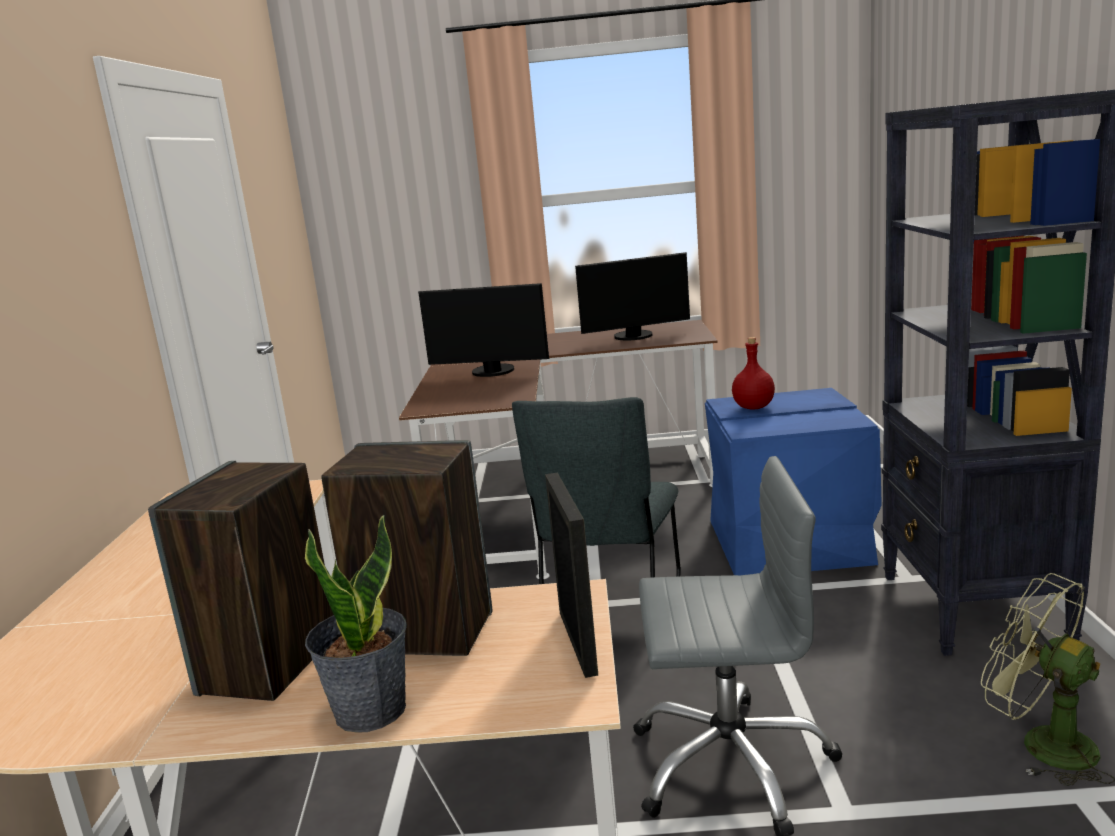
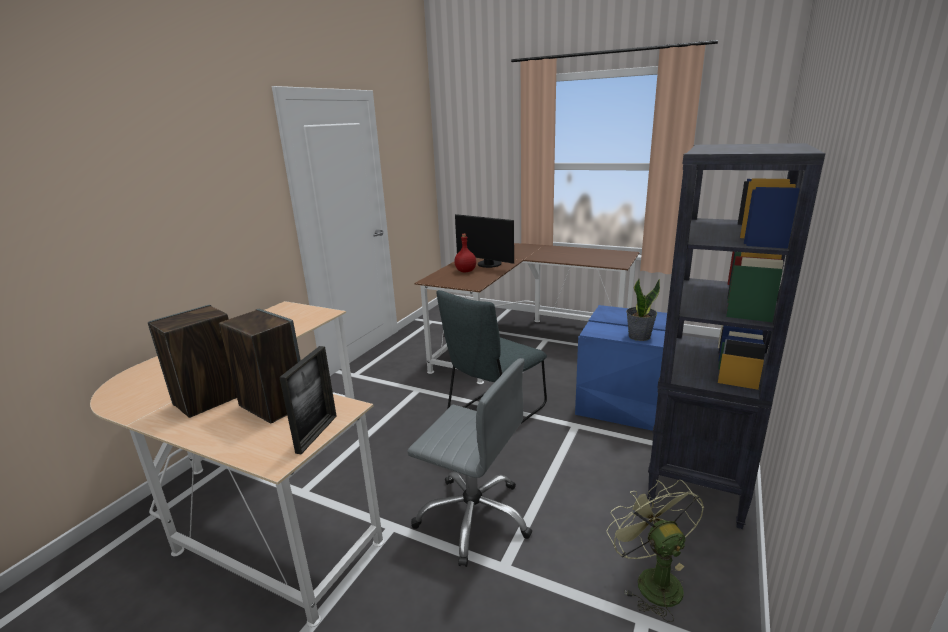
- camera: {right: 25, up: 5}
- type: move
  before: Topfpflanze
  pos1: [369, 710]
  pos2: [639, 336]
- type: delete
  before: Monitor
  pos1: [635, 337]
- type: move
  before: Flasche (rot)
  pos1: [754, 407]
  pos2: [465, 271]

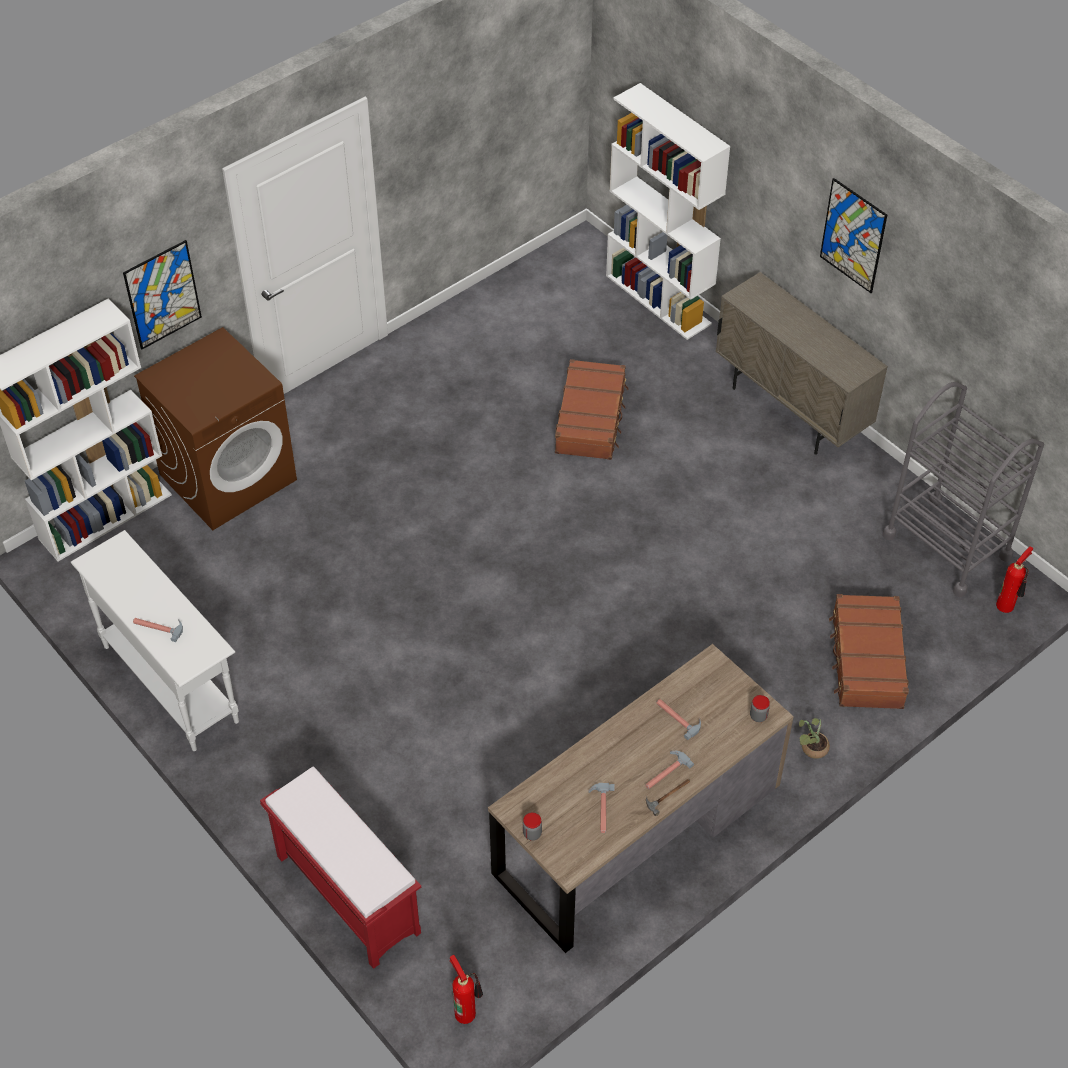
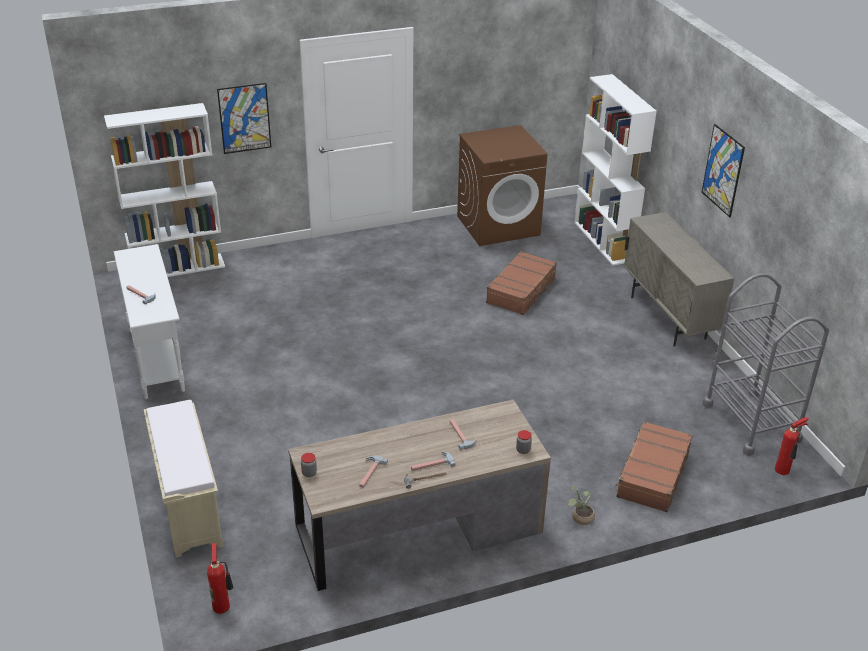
- camera: {right: 20, up: -15}
- type: move
  before: Waschmaschine (braun)
  pos1: [228, 476]
  pos2: [498, 225]
- type: recolor
  before: Bank (rot)
  after: Bank (beige)
  pos1: [346, 893]
  pos2: [187, 507]

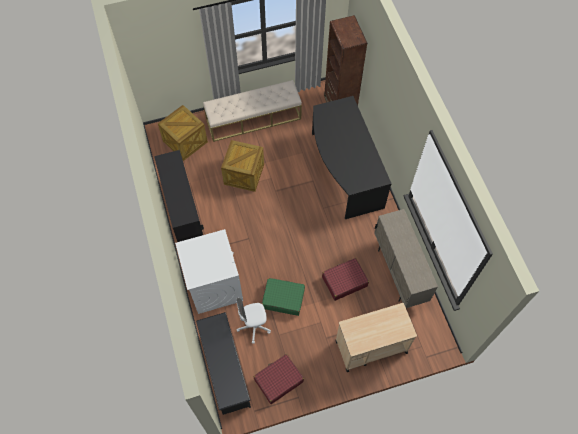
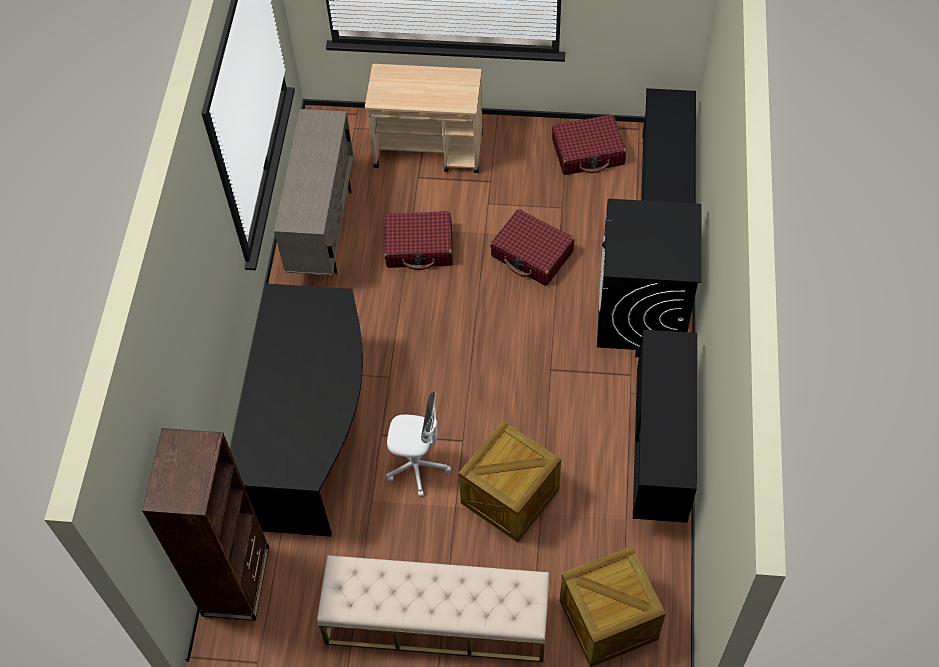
- camera: {right: -155, up: -5}
- type: recolor
  before: Waschmaschine (weiß)
  after: Waschmaschine (schwarz)
  pos1: [214, 285]
  pos2: [641, 313]
- type: move
  before: Bürostuhl (weiß)
  pos1: [254, 326]
  pos2: [417, 467]
- type: recolor
  before: Koffer (grün)
  after: Koffer (rot)
  pos1: [283, 299]
  pos2: [532, 254]

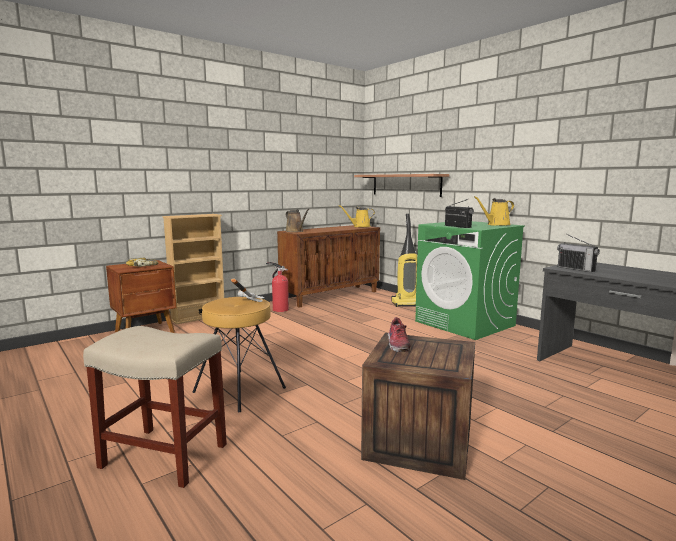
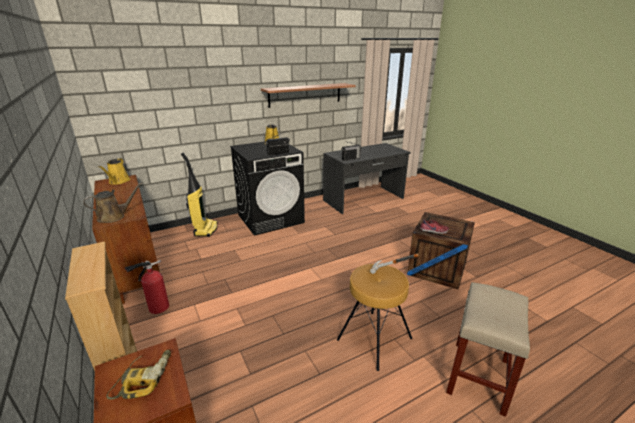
- camera: {right: -80, up: 15}
- type: move
  before: Wandregal
  pos1: [405, 185]
  pos2: [305, 95]
- type: recolor
  before: Waschmaschine (grün)
  after: Waschmaschine (schwarz)
  pos1: [465, 323]
  pos2: [271, 218]

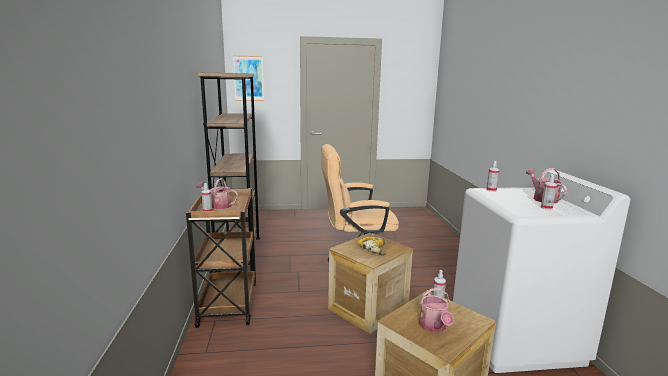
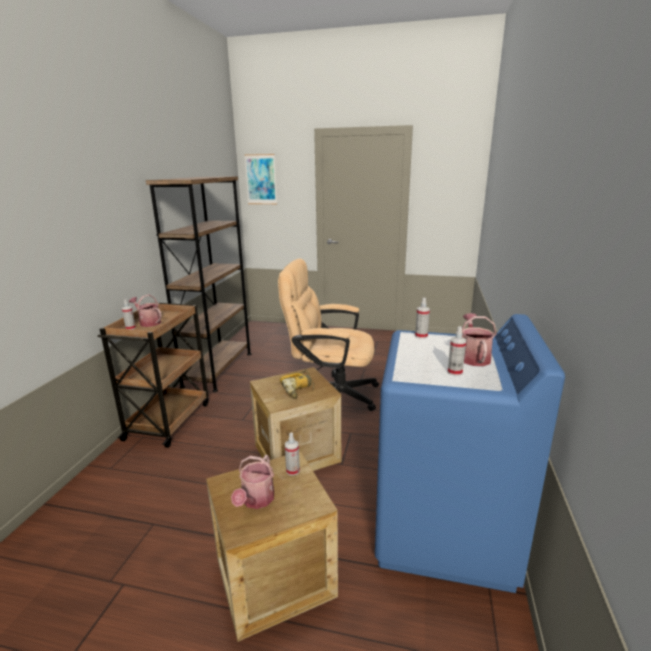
- camera: {right: 20, up: 5}
- type: recolor
  before: Waschmaschine (weiß)
  after: Waschmaschine (blau)
  pos1: [515, 338]
  pos2: [443, 528]

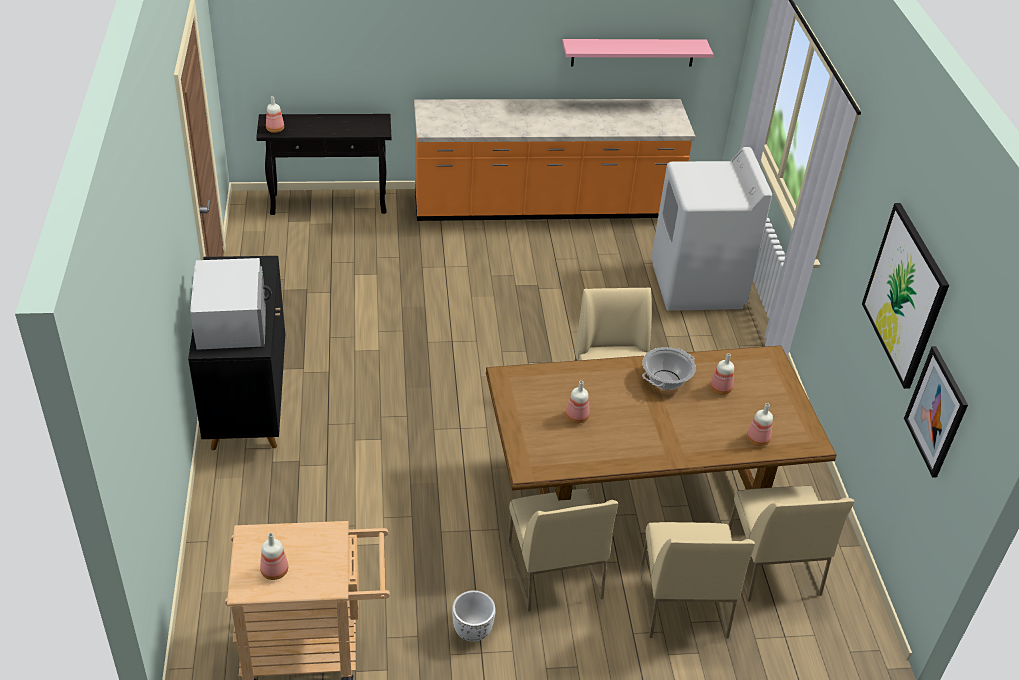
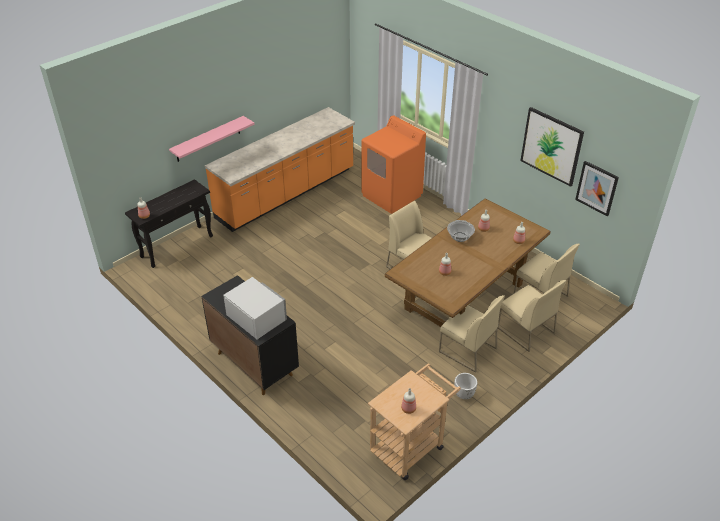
- camera: {right: -35, up: 0}
- type: move
  before: Wandregal (rosa)
  pos1: [633, 52]
  pos2: [208, 139]
- type: recolor
  before: Waschmaschine (weiß)
  after: Waschmaschine (orange)
  pos1: [697, 285]
  pos2: [392, 196]

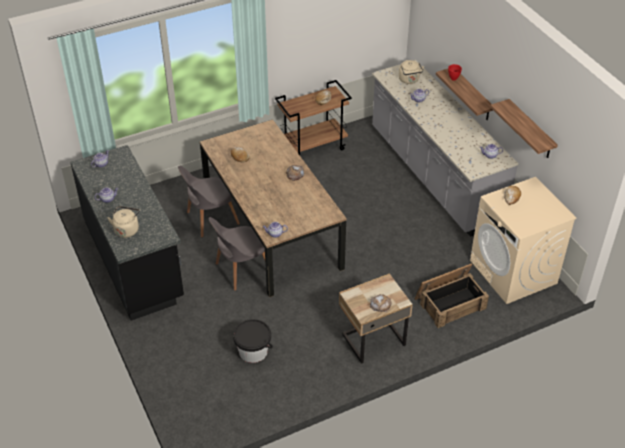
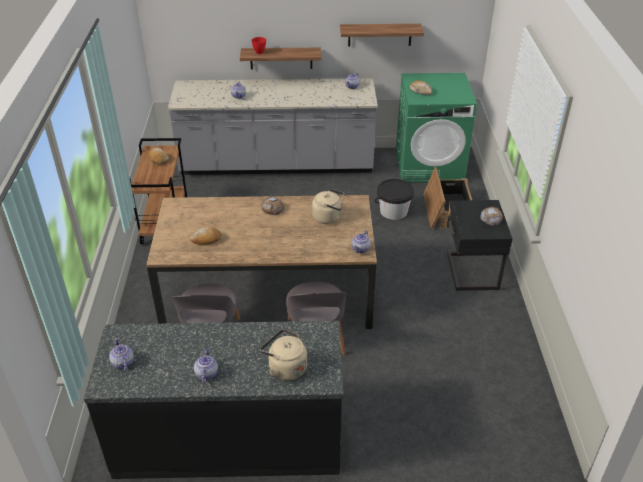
- camera: {right: -65, up: -5}
- type: move
  before: Eimer (schwarz)
  pos1: [253, 351]
  pos2: [393, 211]
- type: recolor
  before: Nachttisch (beige)
  after: Nachttisch (schwarz)
  pos1: [372, 339]
  pos2: [470, 272]
- type: move
  before: Wasserkessel (beige)
  pos1: [409, 80]
  pos2: [328, 217]
- type: recolor
  before: Waschmaschine (beige)
  after: Waschmaschine (grün)
  pos1: [513, 272]
  pos2: [429, 165]

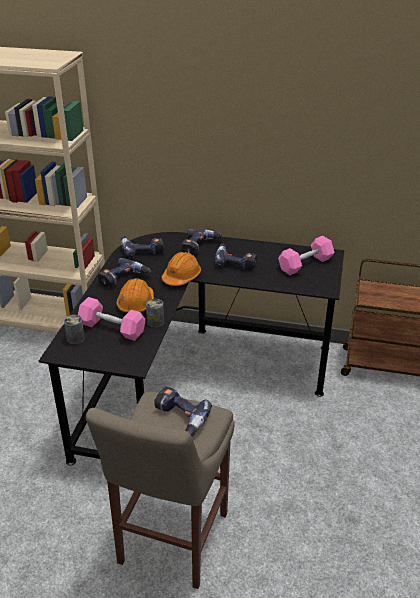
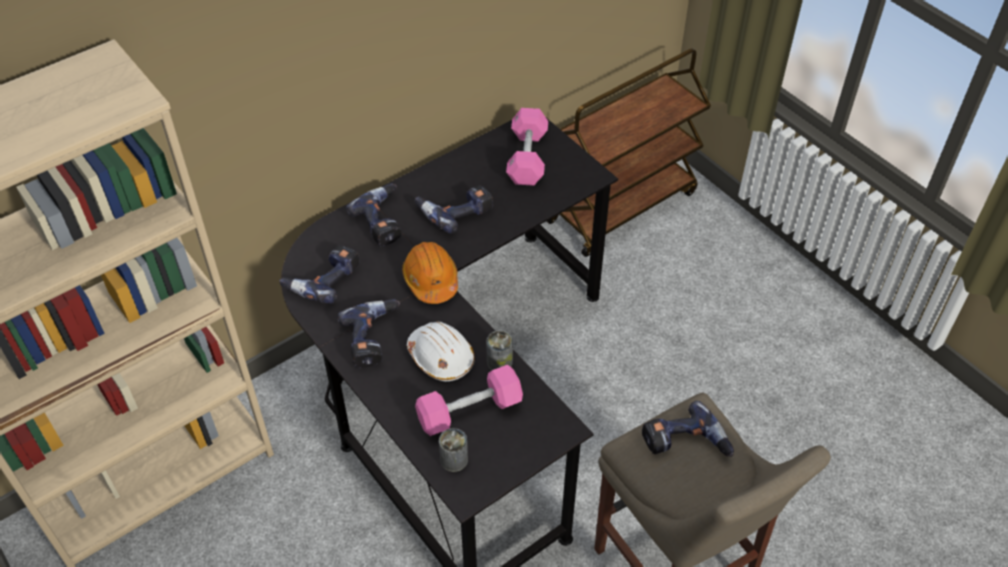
- camera: {right: -50, up: 15}
- type: recolor
  before: Schutzhelm (orange)
  after: Schutzhelm (weiß)
  pos1: [136, 303]
  pos2: [441, 357]

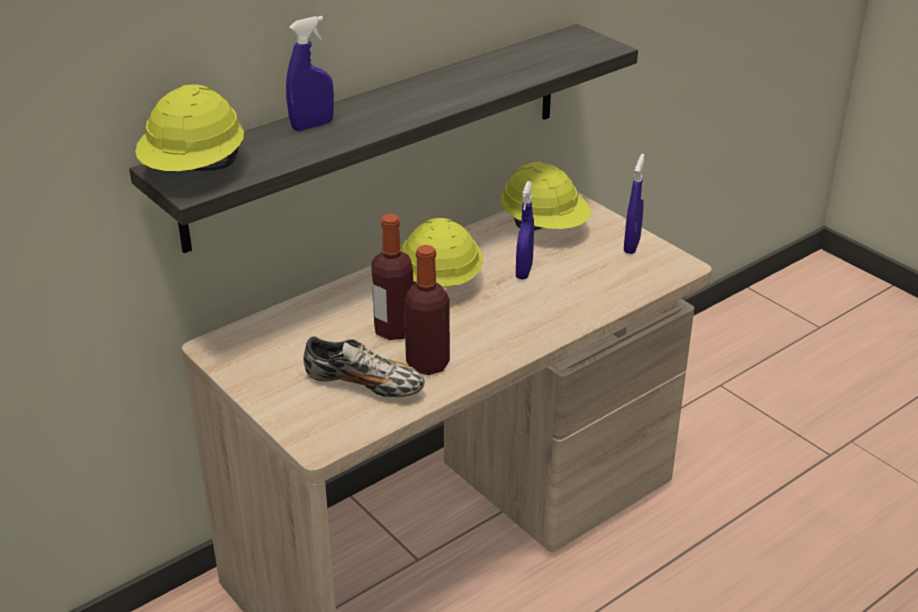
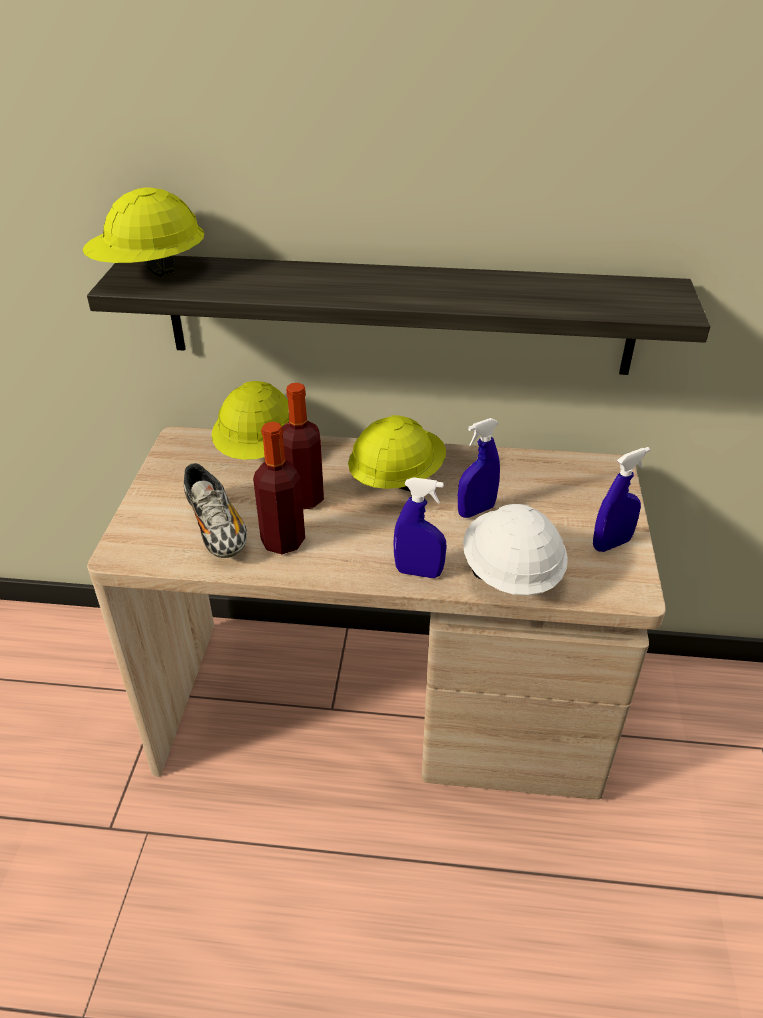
- camera: {right: 45, up: 5}
- type: move
  before: Sprühflasche (blau)
  pos1: [312, 126]
  pos2: [418, 572]
- type: move
  before: Schutzhelm (gelb)
  pos1: [544, 227]
  pos2: [258, 451]
- type: insert
  after: Schutzhelm (weiß)
  pos2: [510, 574]

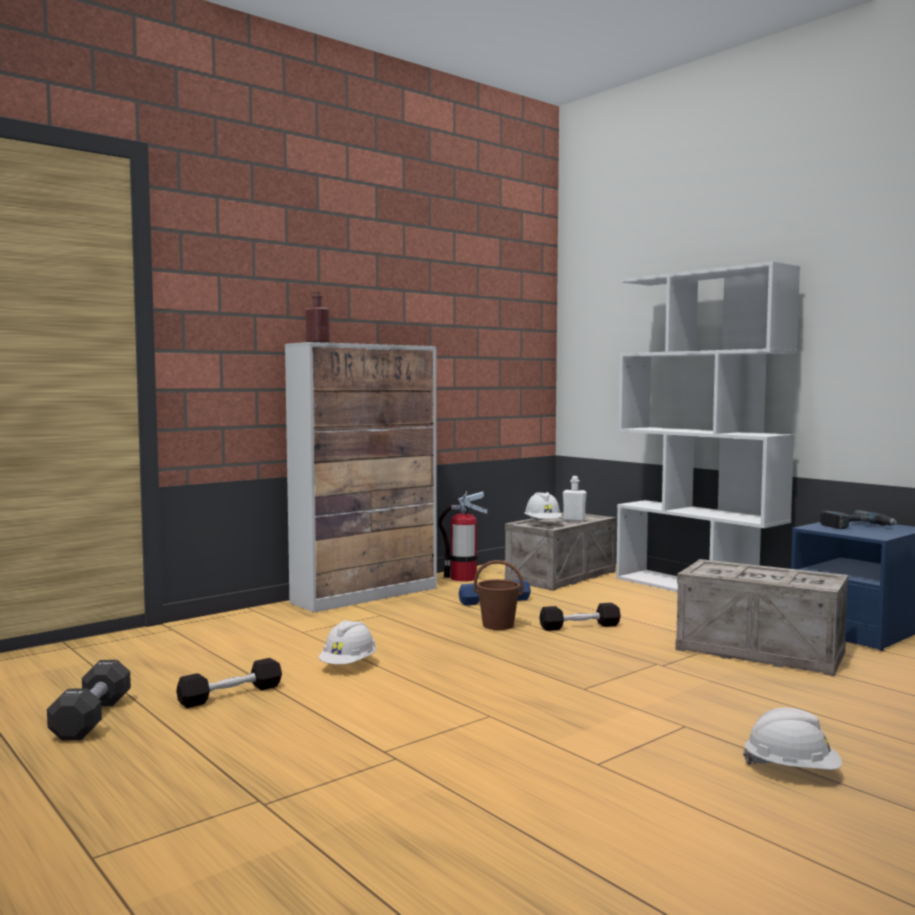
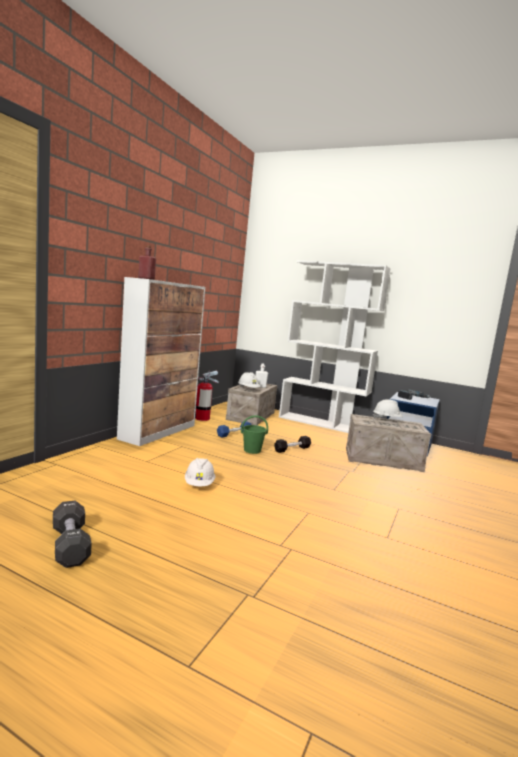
- camera: {right: -25, up: 5}
- type: delete
  before: Hantel (schwarz)
  pos1: [230, 695]
- type: recolor
  before: Eimer (braun)
  after: Eimer (grün)
  pos1: [498, 625]
  pos2: [252, 450]
- type: move
  before: Schutzhelm (weiß)
  pos1: [792, 770]
  pos2: [387, 419]

